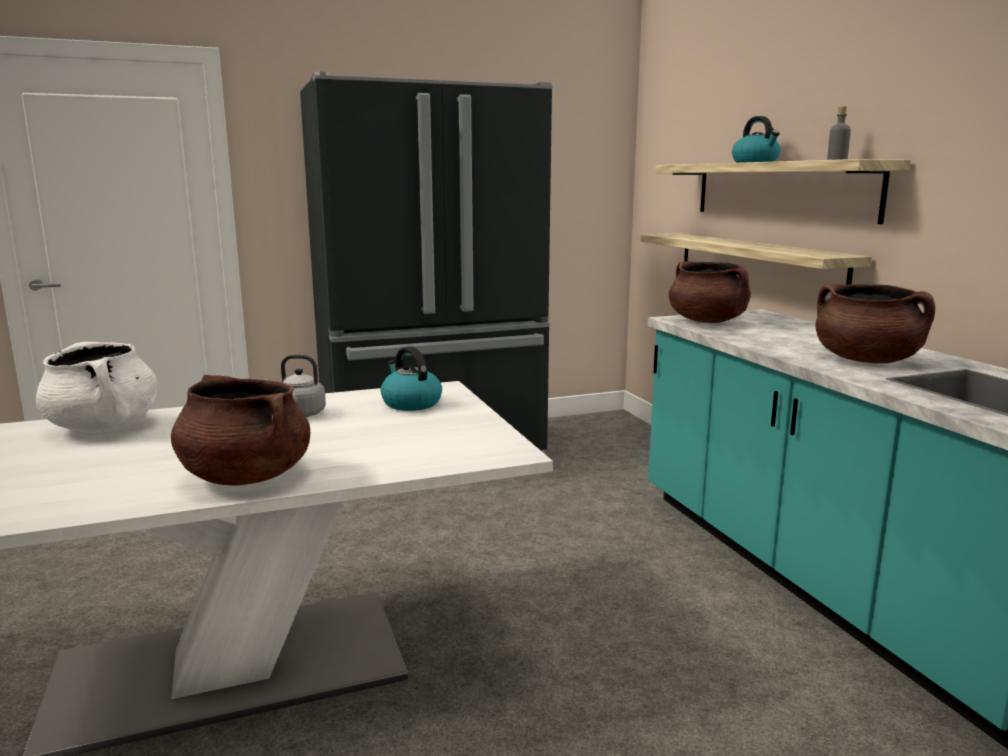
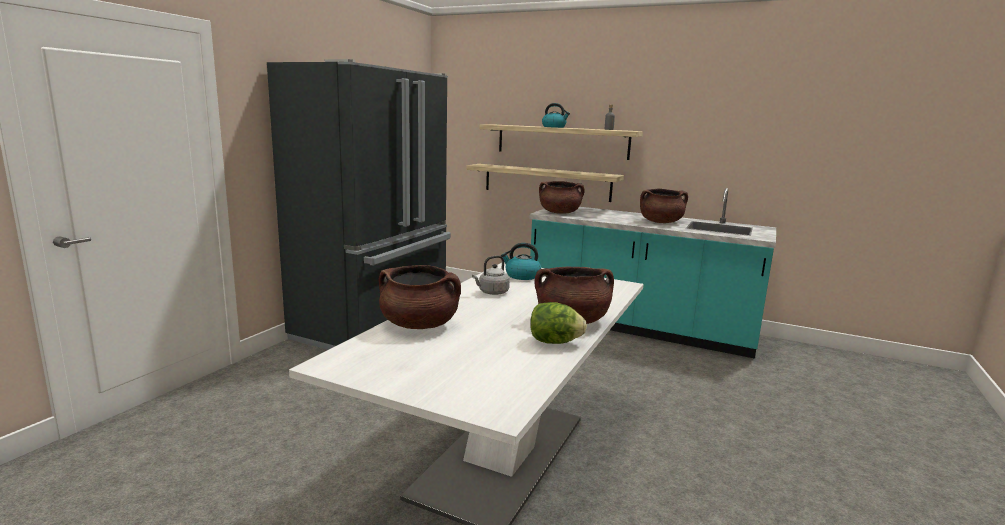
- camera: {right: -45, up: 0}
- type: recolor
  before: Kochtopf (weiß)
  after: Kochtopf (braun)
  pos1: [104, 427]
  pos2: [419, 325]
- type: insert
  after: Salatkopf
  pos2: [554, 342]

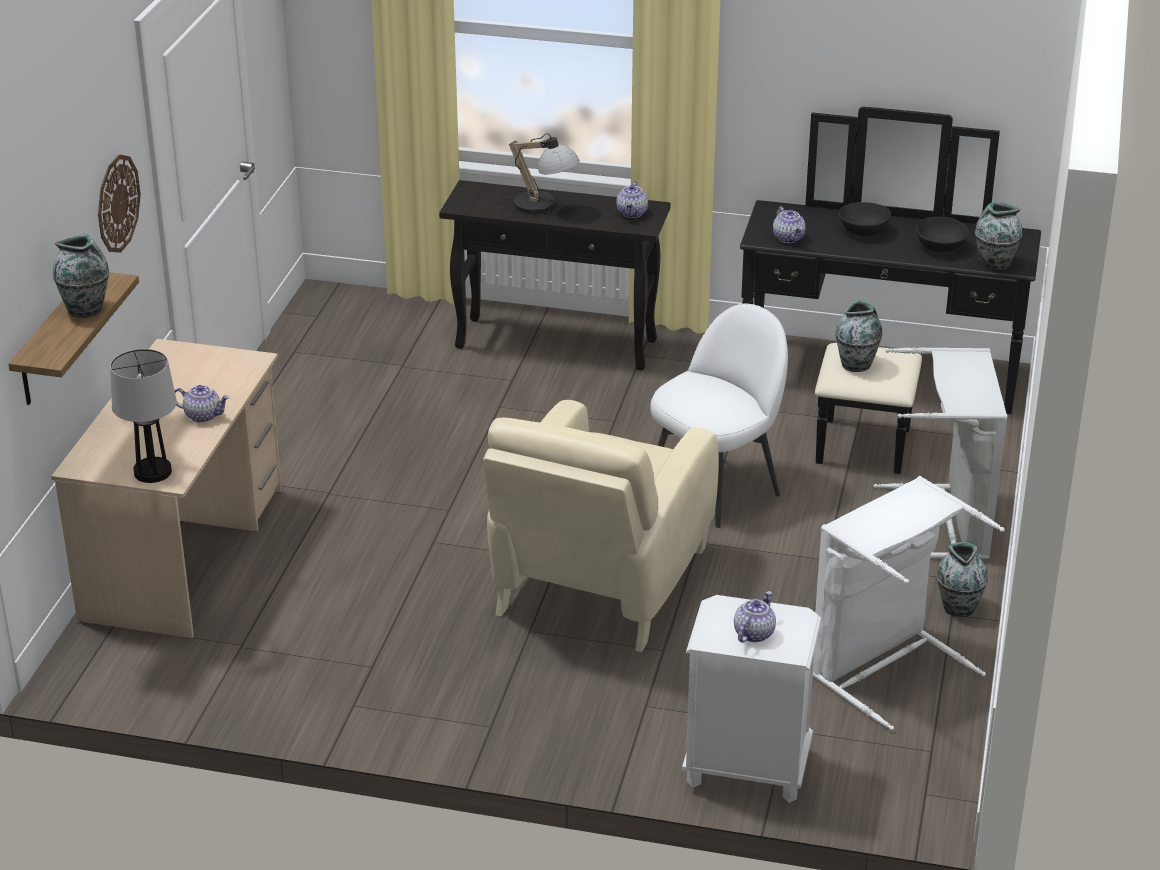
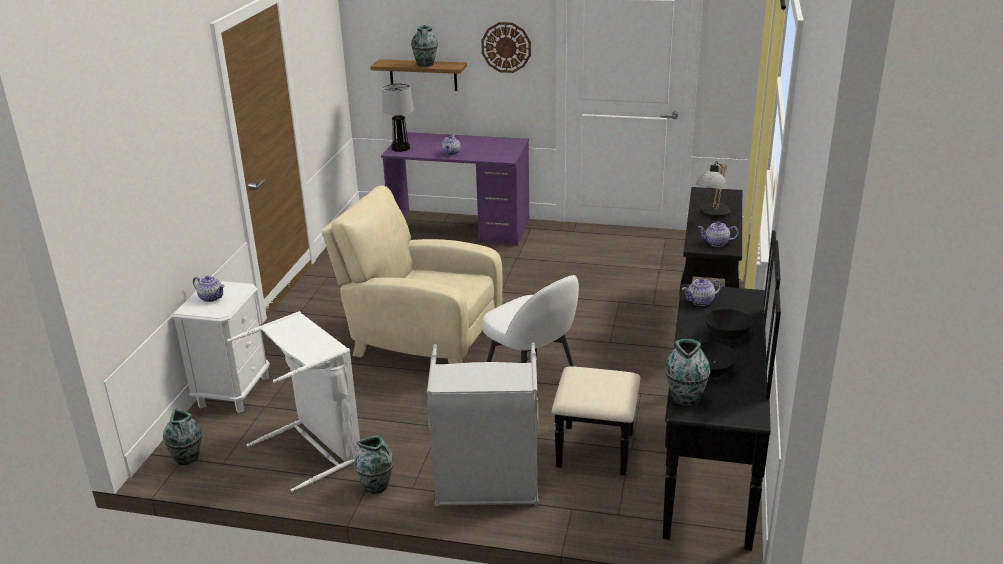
- camera: {right: 90, up: -5}
- type: recolor
  before: Schreibtisch (beige)
  after: Schreibtisch (lila)
  pos1: [184, 554]
  pos2: [460, 228]
- type: move
  before: Vase
  pos1: [856, 364]
  pos2: [187, 458]

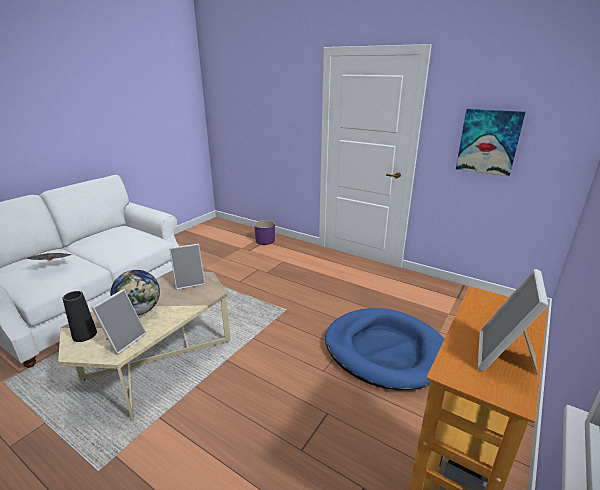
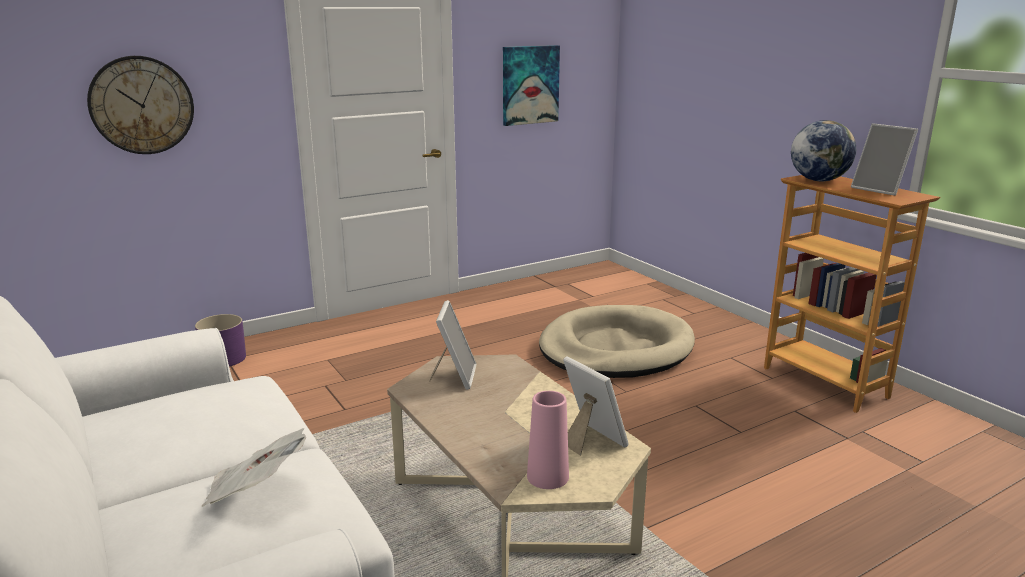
- camera: {right: -65, up: -5}
- type: recolor
  before: Vase (schwarz)
  after: Vase (rosa)
  pos1: [84, 334]
  pos2: [547, 476]
- type: move
  before: Globus
  pos1: [140, 311]
  pos2: [818, 180]
- type: recolor
  before: Hundebett (blau)
  after: Hundebett (beige)
  pos1: [384, 350]
  pos2: [615, 348]
- type: insert
  after: Wanduhr
  pos2: [141, 105]

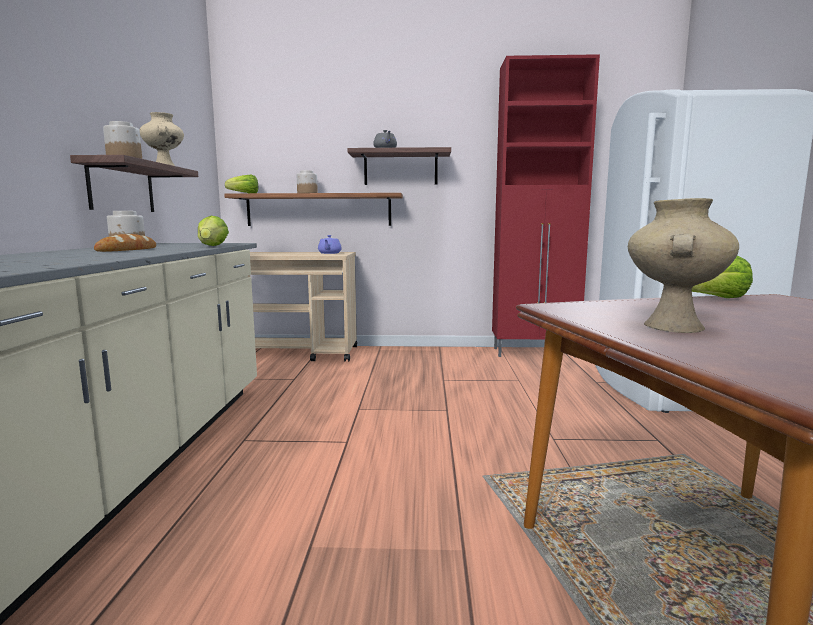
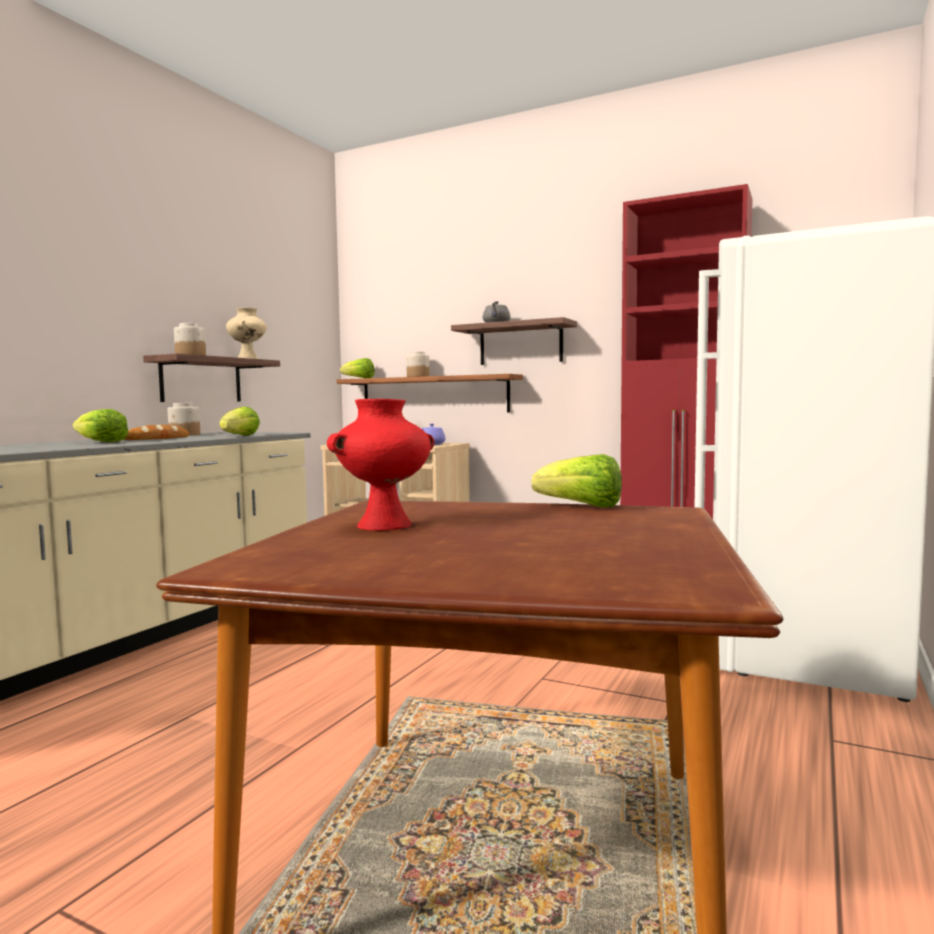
- camera: {right: 25, up: -5}
- type: recolor
  before: Vase (beige)
  after: Vase (rot)
  pos1: [671, 326]
  pos2: [385, 525]
- type: insert
  after: Salatkopf
  pos2: [101, 442]

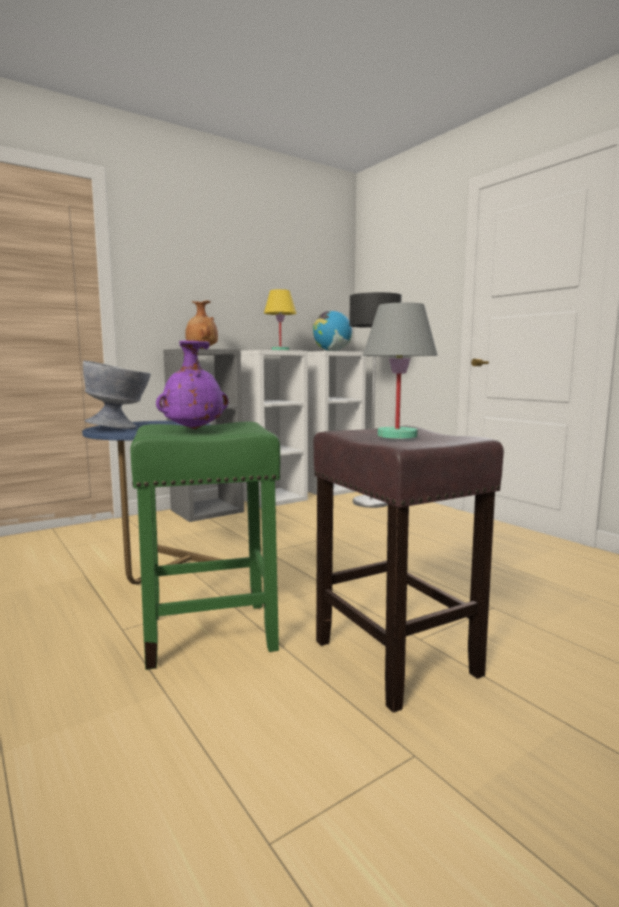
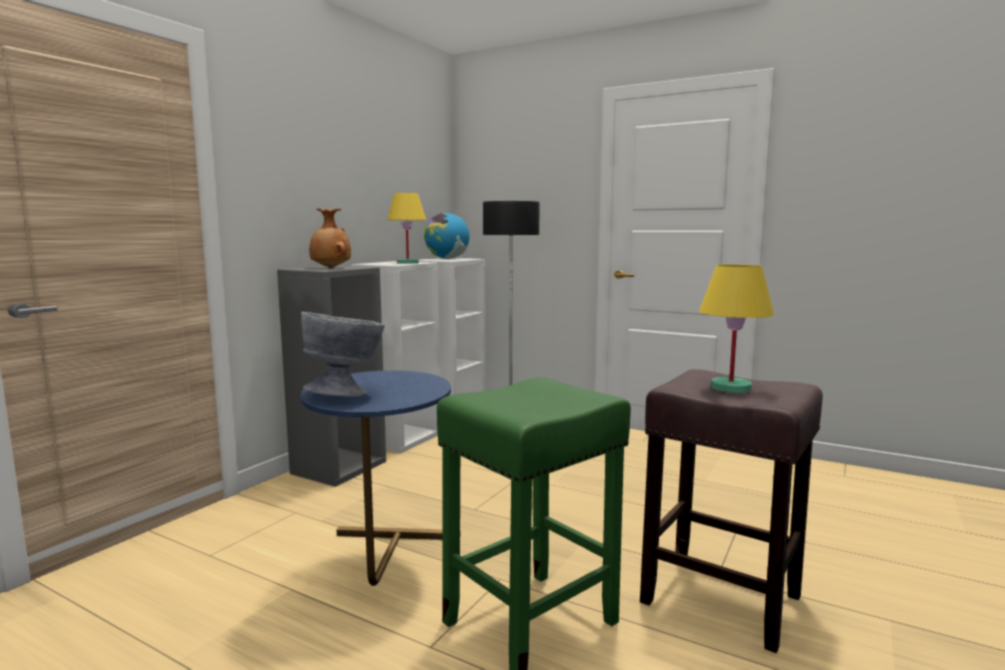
- camera: {right: -25, up: 0}
- type: delete
  before: Vase (lila)
  pos1: [193, 429]
- type: recolor
  before: Tischlampe (grau)
  after: Tischlampe (gelb)
  pos1: [397, 435]
  pos2: [730, 387]

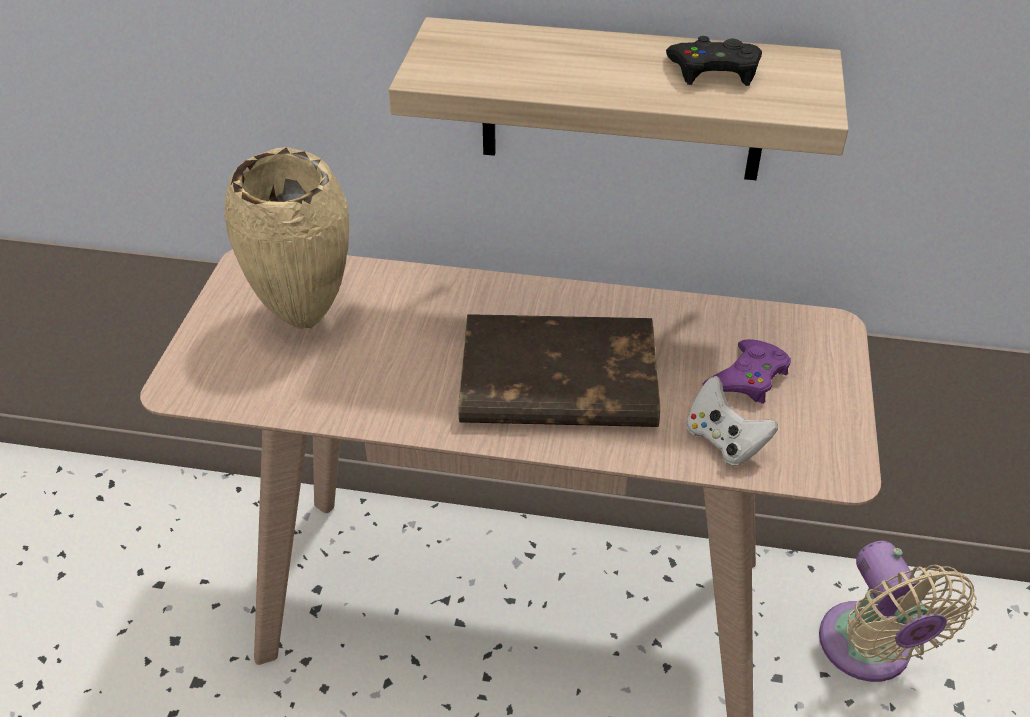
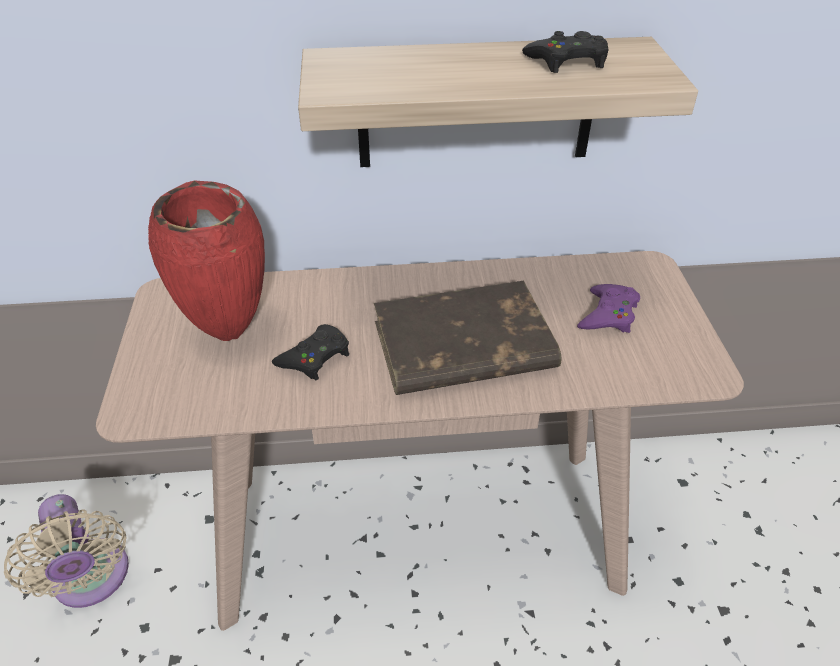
- camera: {right: -15, up: 0}
- type: recolor
  before: Vase (beige)
  after: Vase (rot)
  pos1: [307, 320]
  pos2: [231, 333]
- type: delete
  before: Gamepad (weiß)
  pos1: [724, 441]
- type: move
  before: Ventilator (beige)
  pos1: [869, 651]
  pos2: [92, 580]
- type: insert
  after: Gamepad (schwarz)
  pos2: [315, 357]

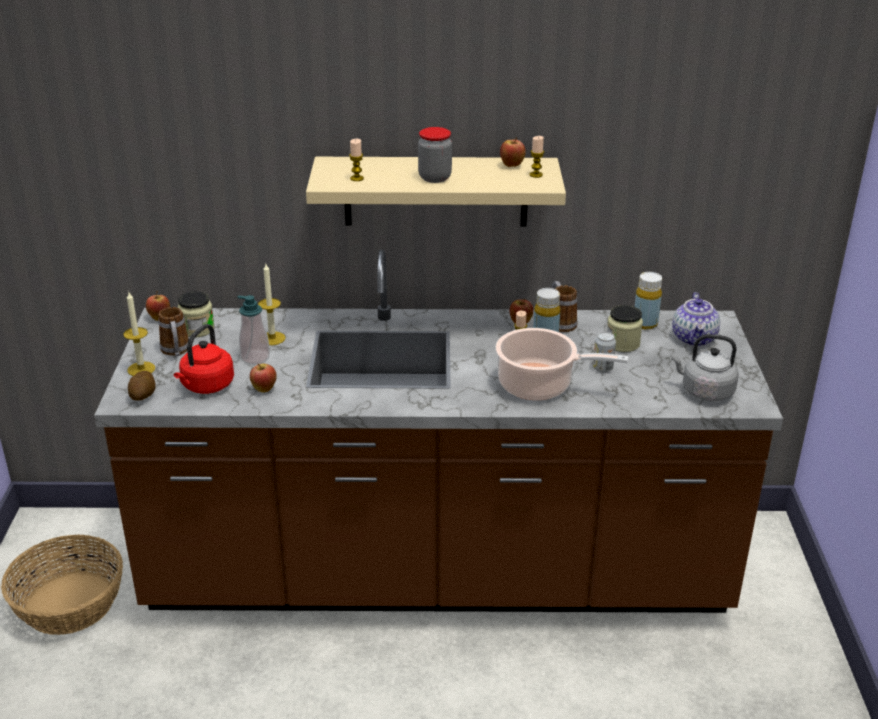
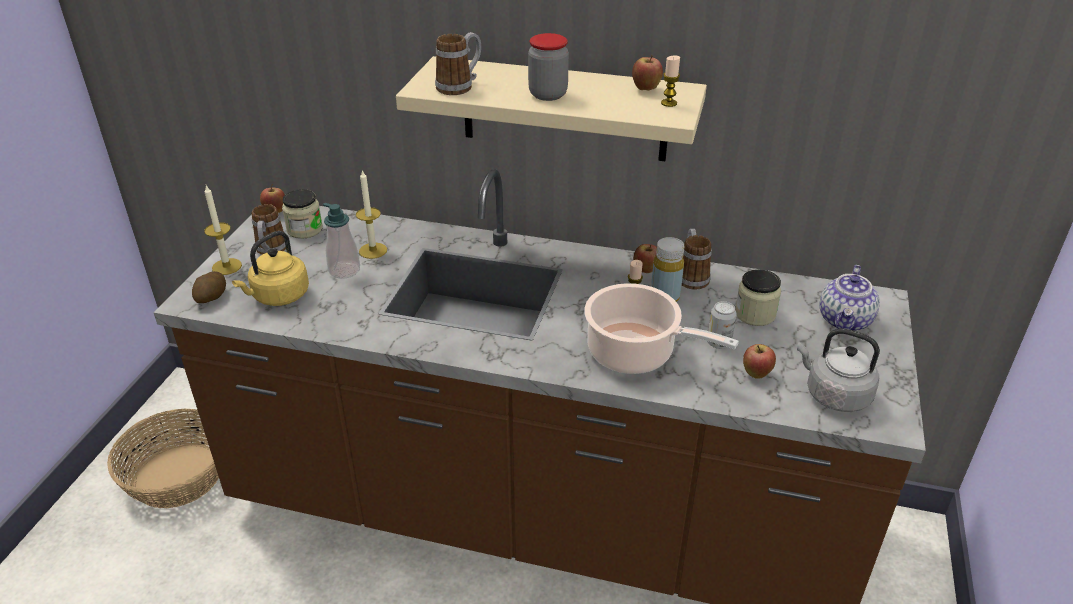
- camera: {right: 15, up: 5}
- type: recolor
  before: Wasserkessel (rot)
  after: Wasserkessel (gelb)
  pos1: [206, 386]
  pos2: [278, 297]
- type: move
  before: Apfel
  pos1: [264, 390]
  pos2: [756, 374]
- type: replace
  before: Kerze
  after: Henkelbecher
  pos1: [357, 178]
  pos2: [460, 86]
- type: delete
  before: Flasche (gelb)
  pos1: [645, 324]

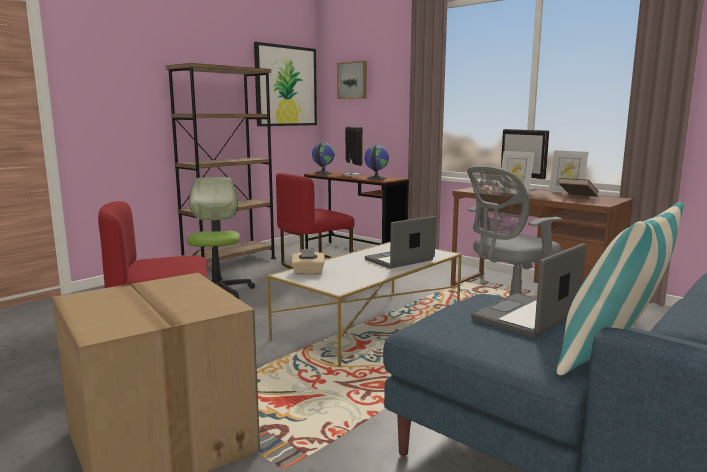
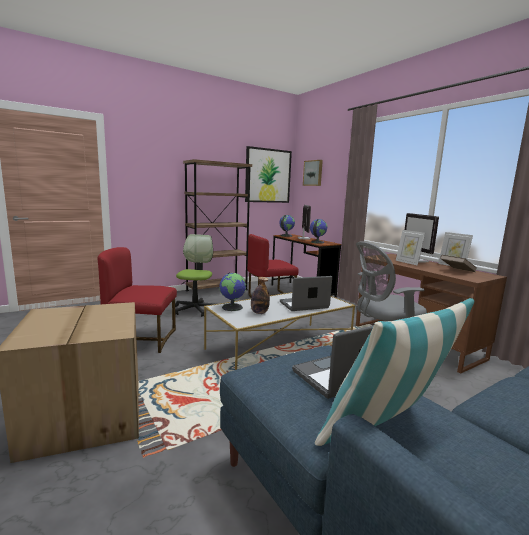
- camera: {right: 15, up: 0}
- type: replace
  before: Taschentuchbox (beige)
  after: Globus
  pos1: [308, 272]
  pos2: [232, 307]
- type: insert
  after: Flasche
  pos2: [259, 312]

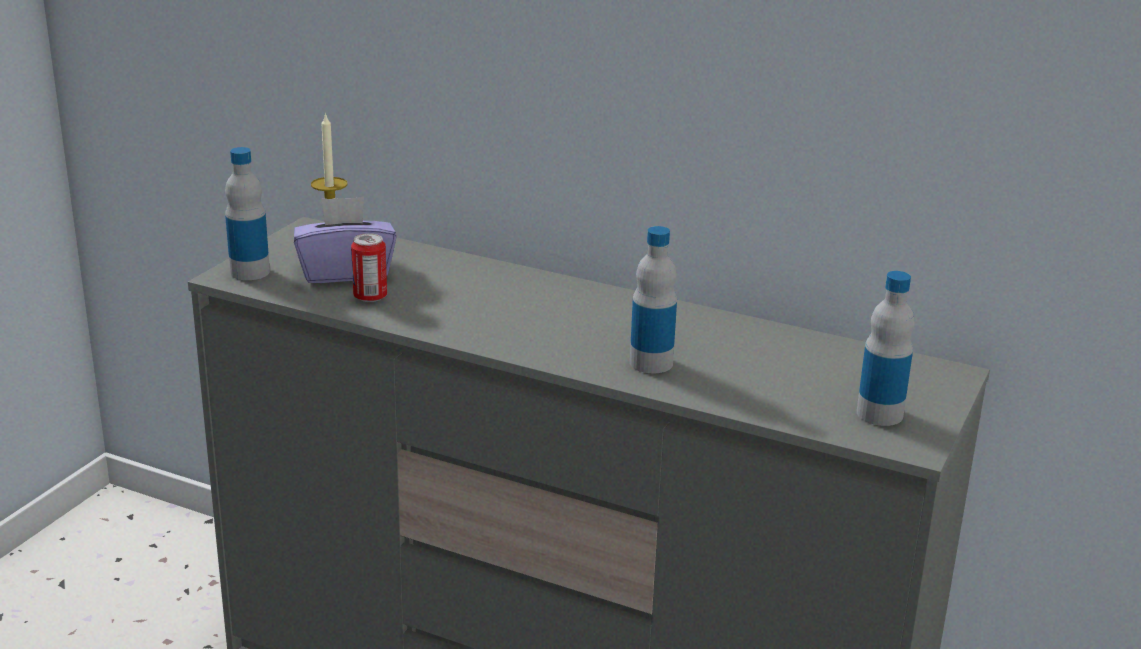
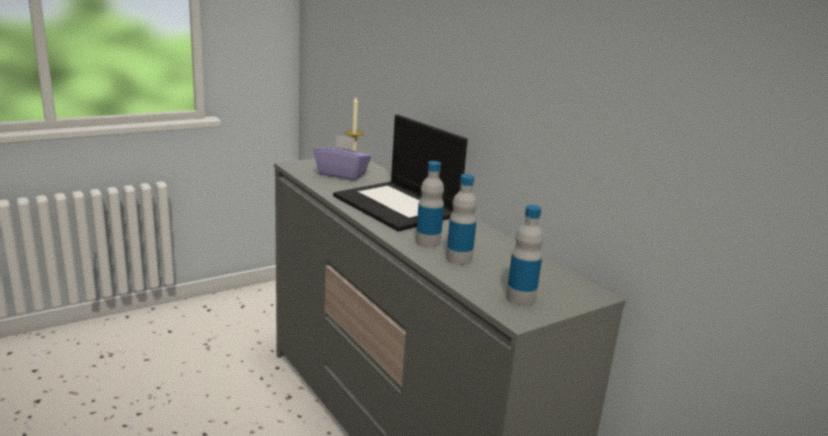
- camera: {right: 30, up: -5}
- type: move
  before: Flasche
  pos1: [250, 272]
  pos2: [459, 259]
- type: delete
  before: Dose
  pos1: [370, 297]
- type: insert
  after: Laptop
  pos2: [397, 206]

